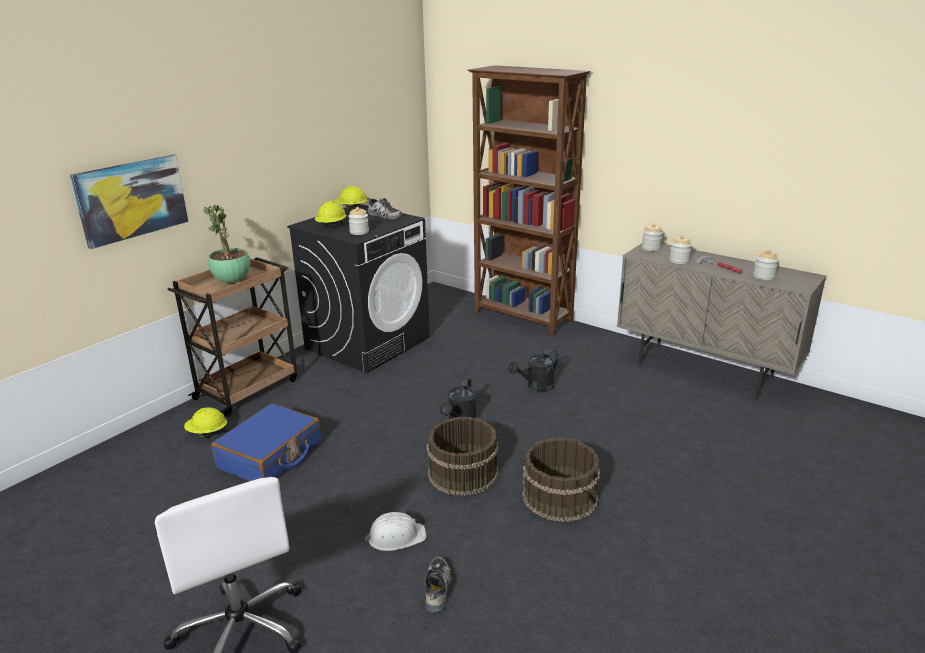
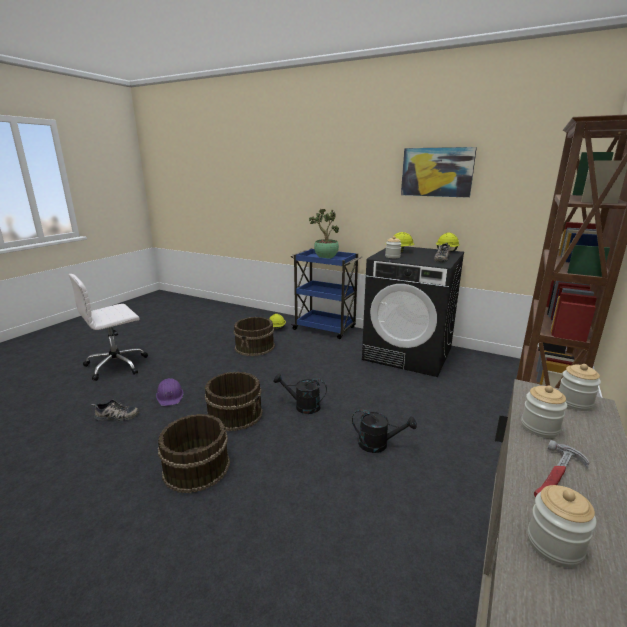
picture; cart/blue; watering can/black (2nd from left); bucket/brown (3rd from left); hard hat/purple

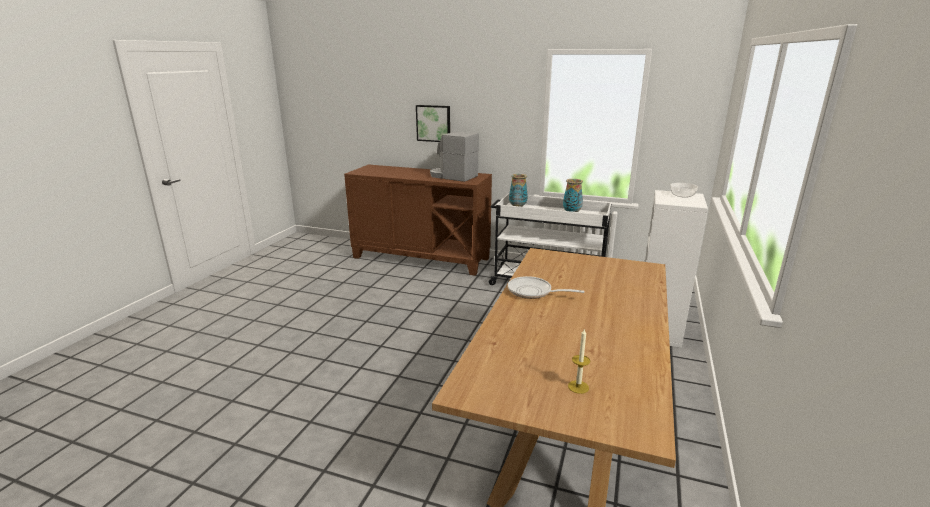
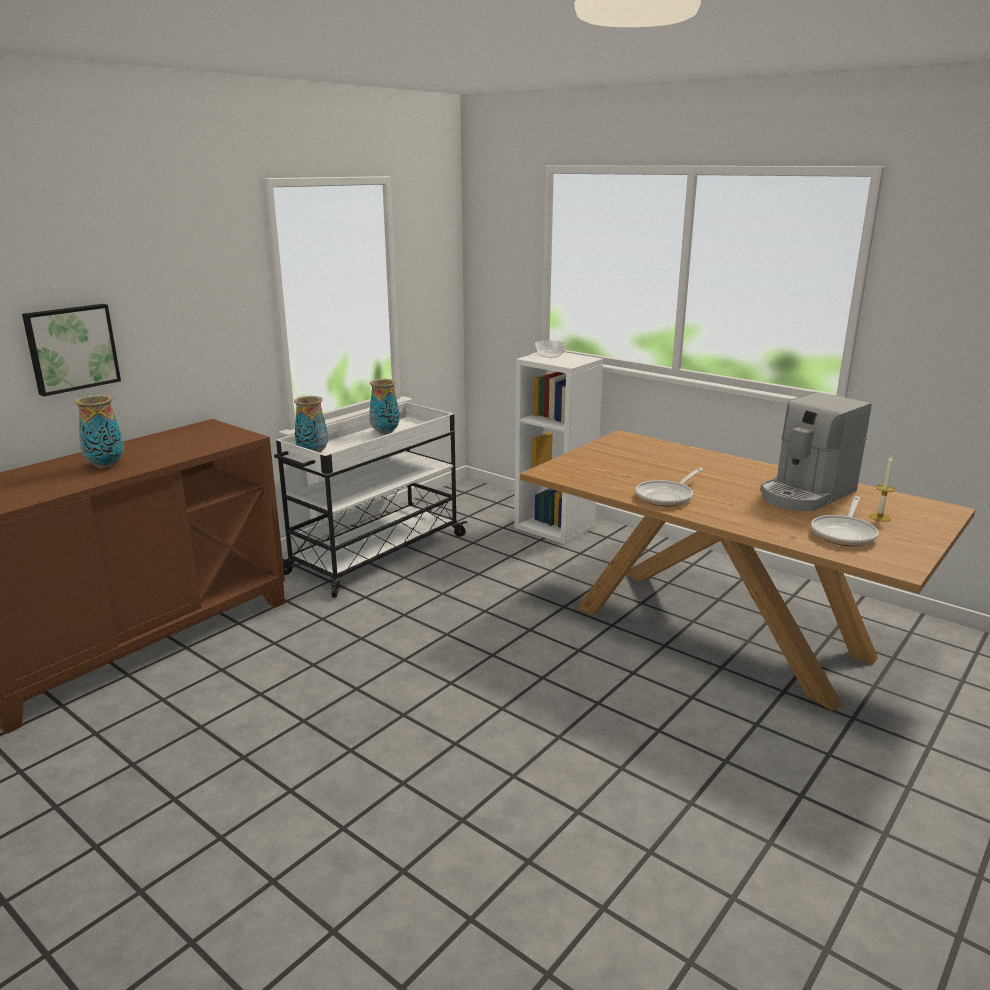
coffee machine; vase (1st from left); frying pan (2nd from left)

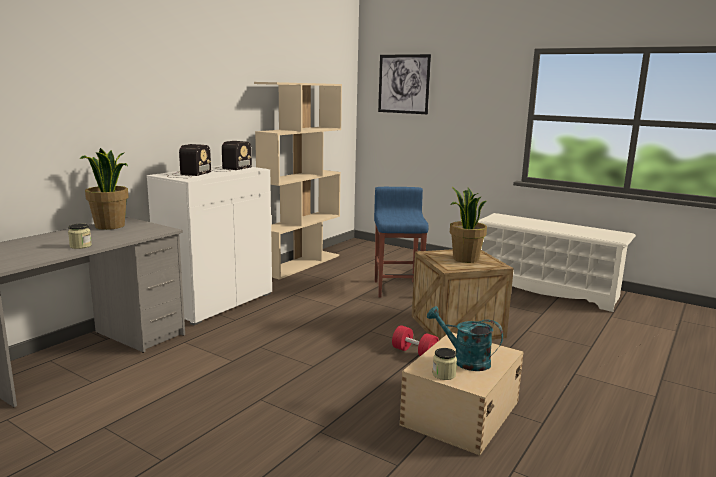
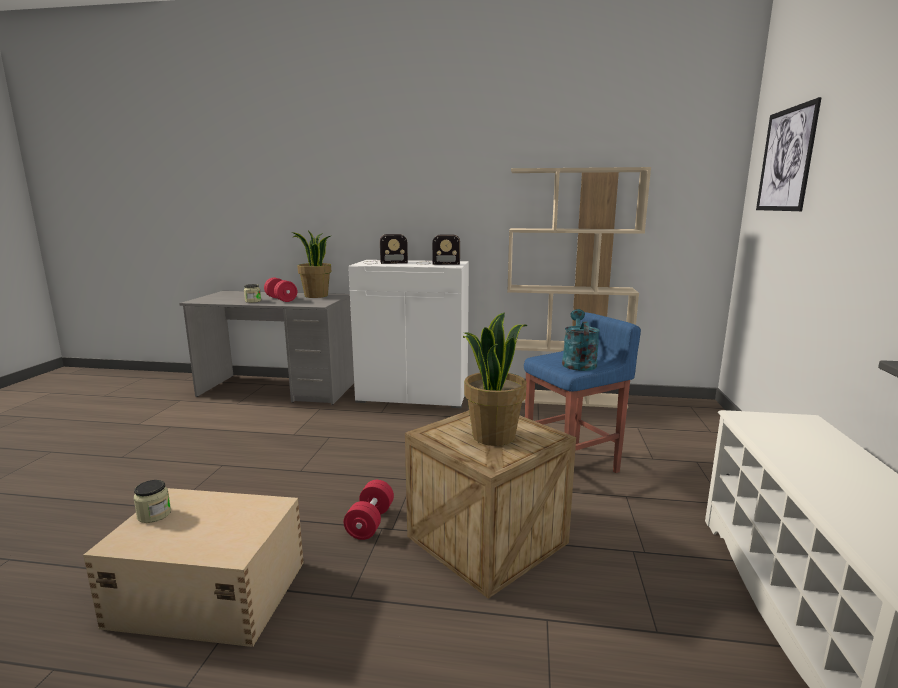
watering can/turquoise; dumbbell/red (1st from left)

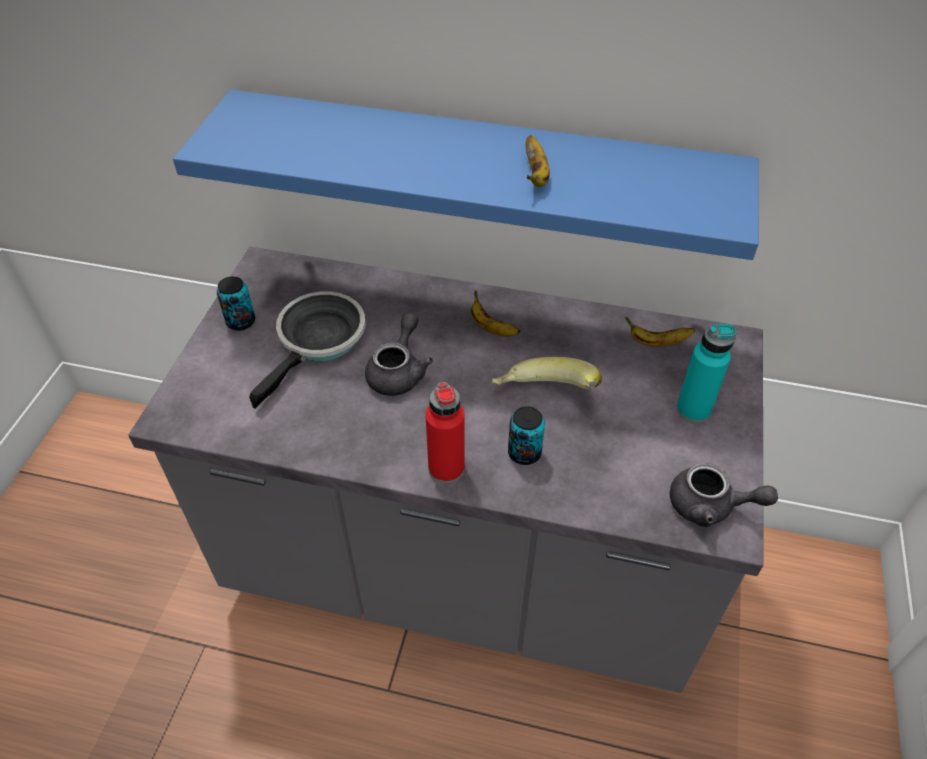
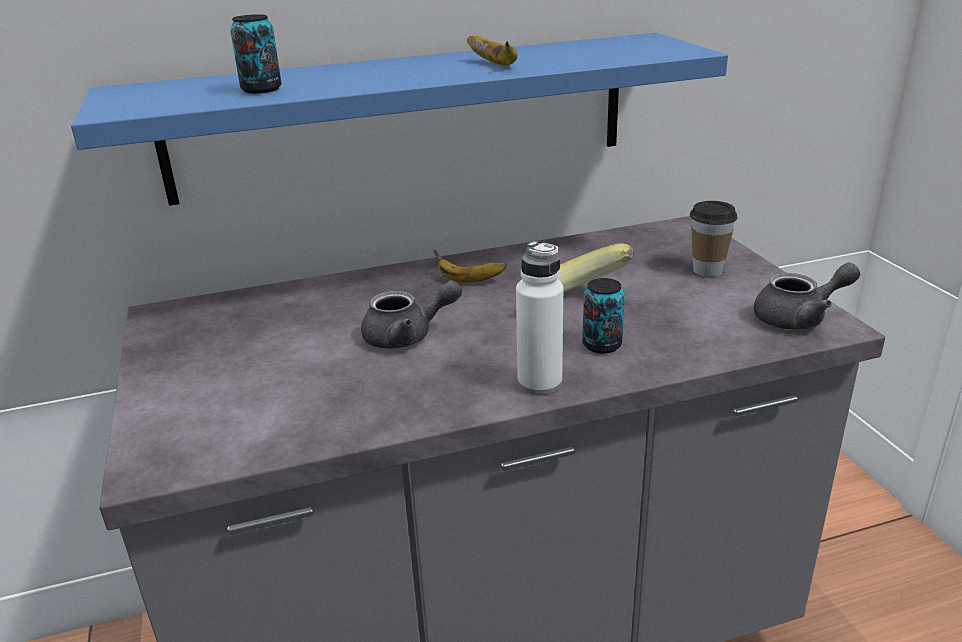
can (1st from left); frying pan; teapot/grey (1st from left); banana (4th from left in the first image); cup; bottle/white

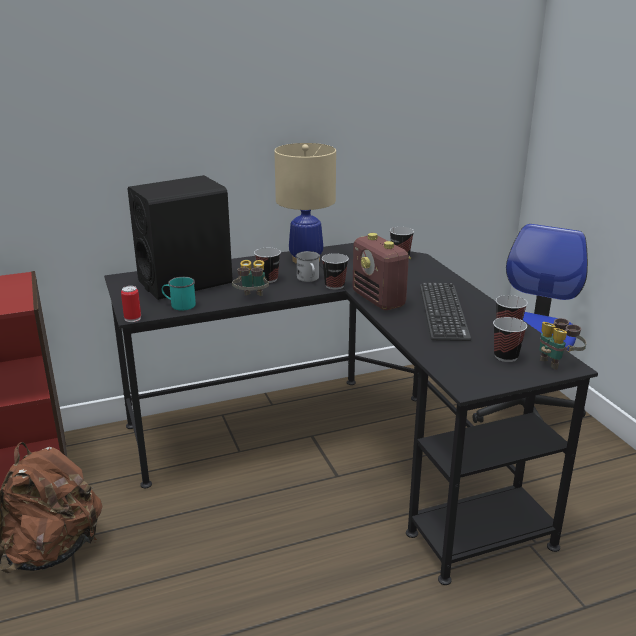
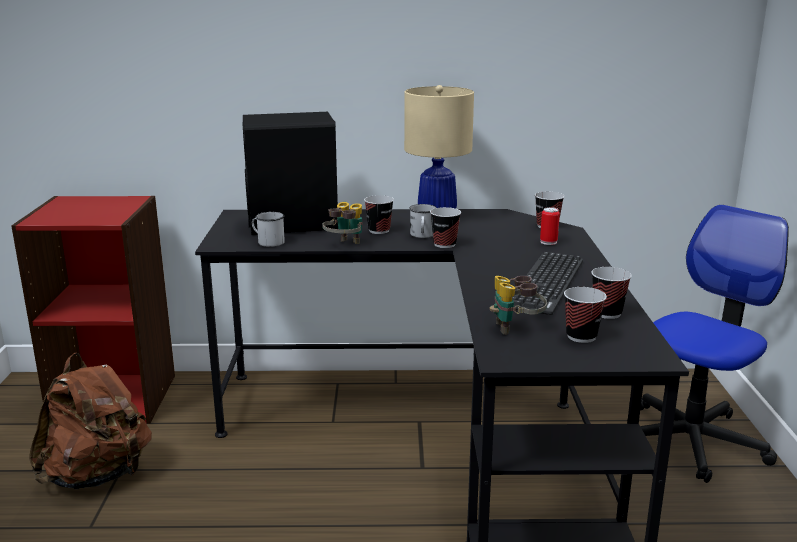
radio; mug/white (1st from left); can; binoculars (2nd from left)

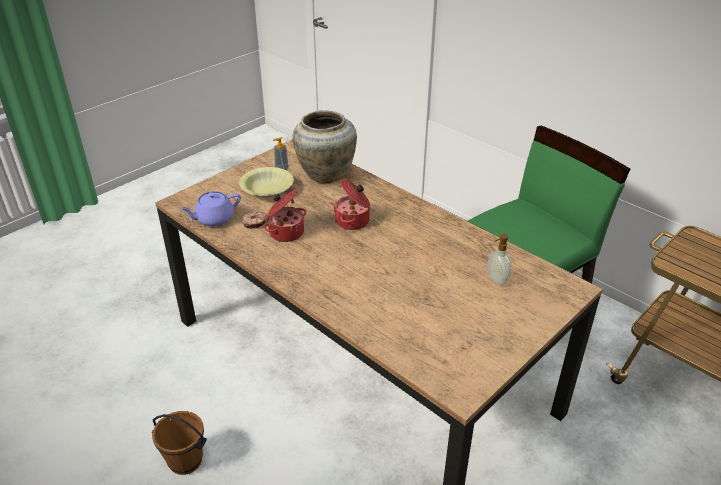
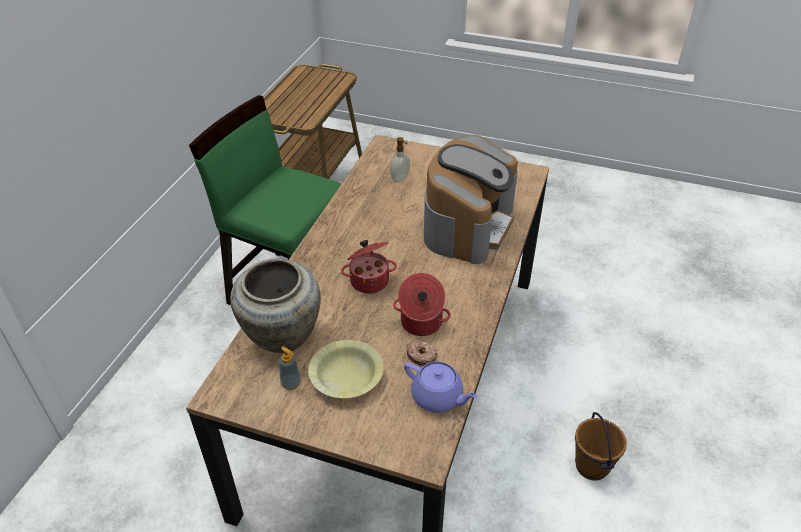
coffee machine

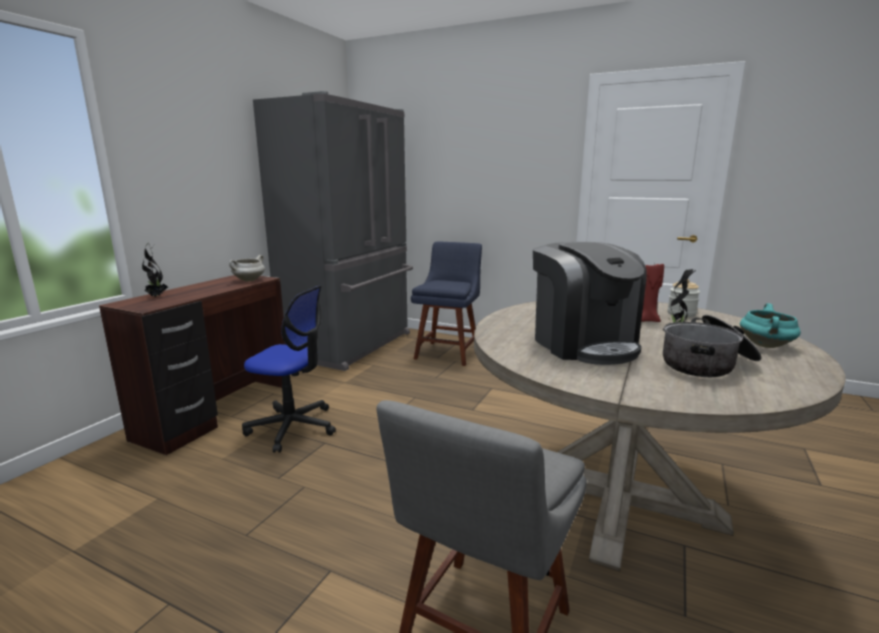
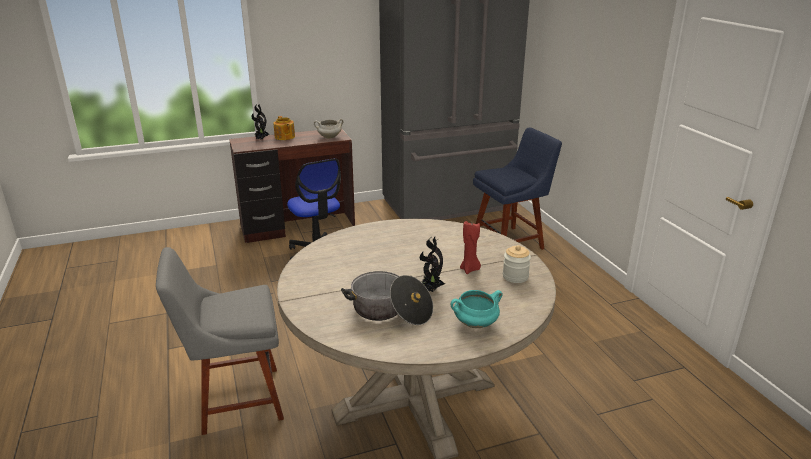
coffee machine; teapot

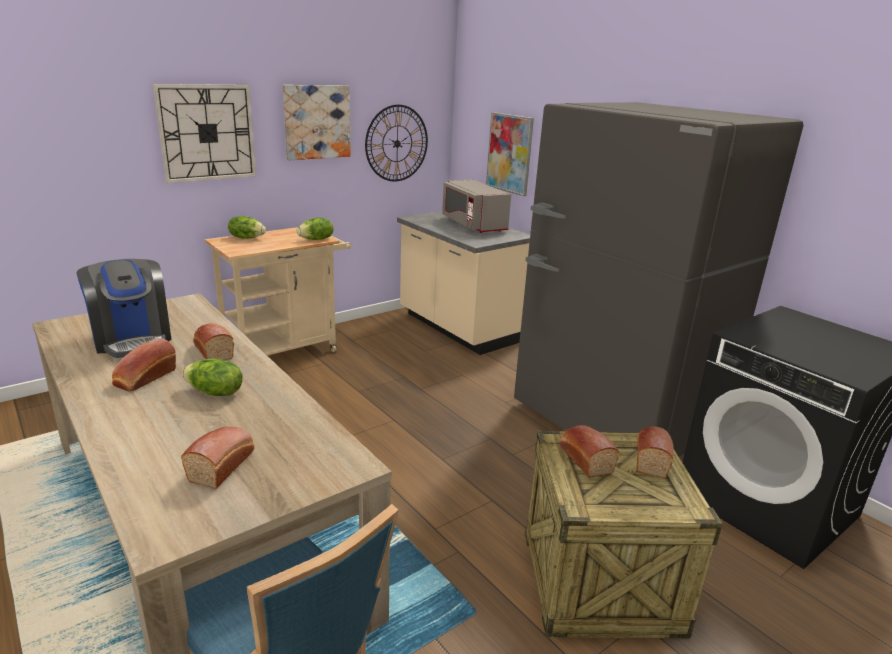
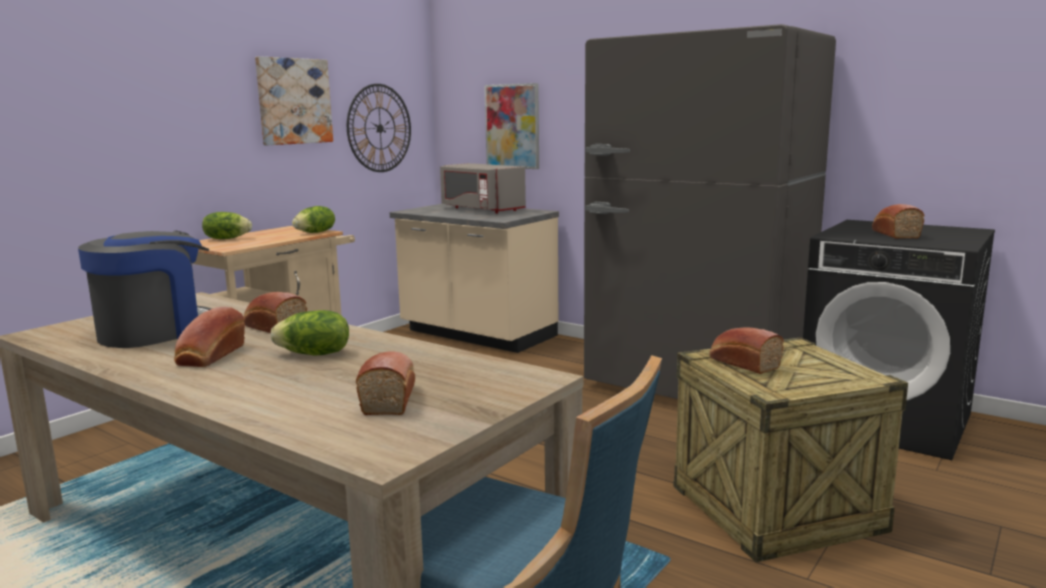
wall clock (1st from left in the first image); coffee machine; bread (5th from left)

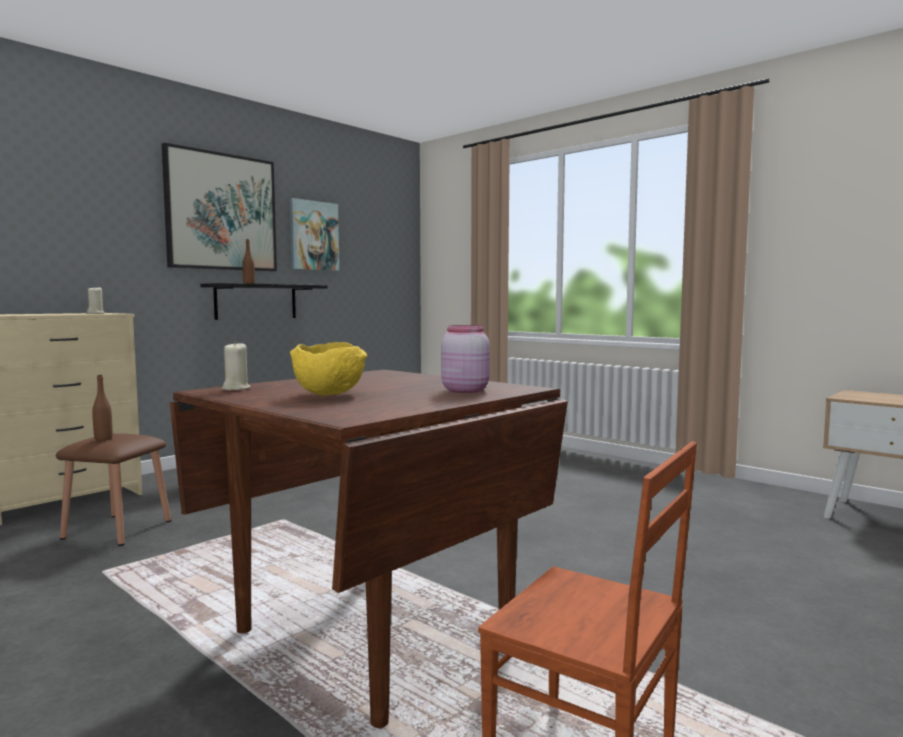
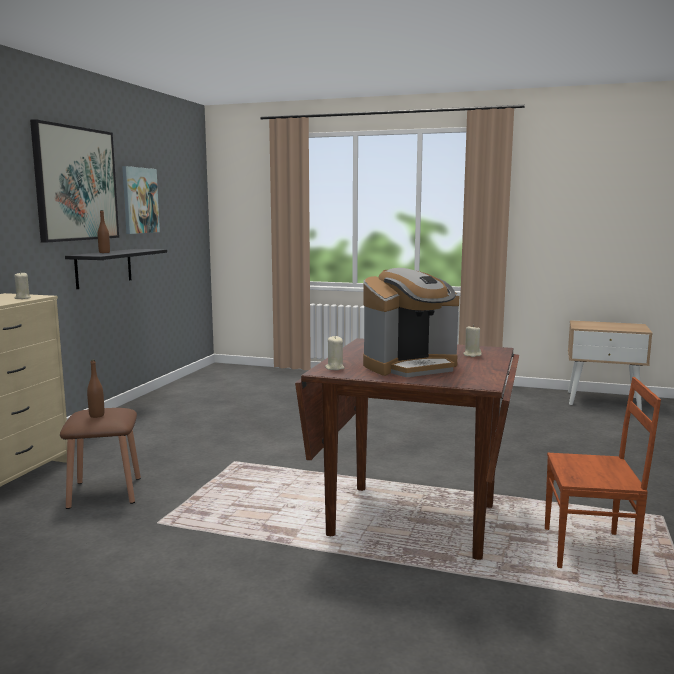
candle/beige (3rd from left); coffee machine

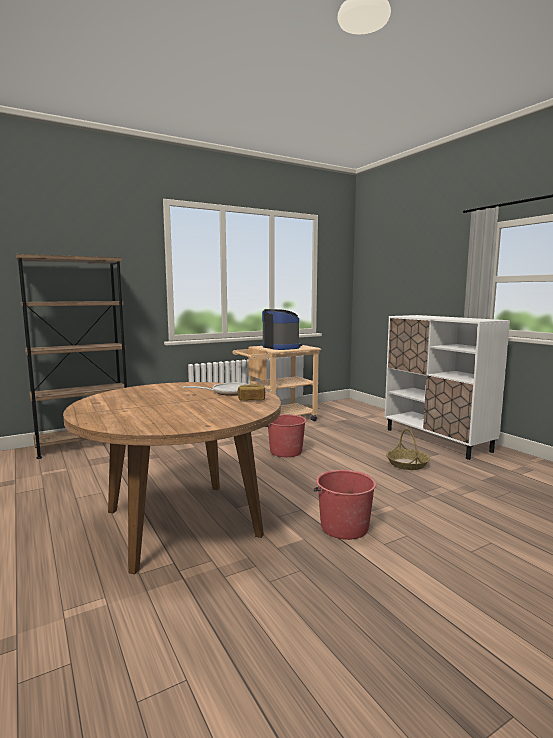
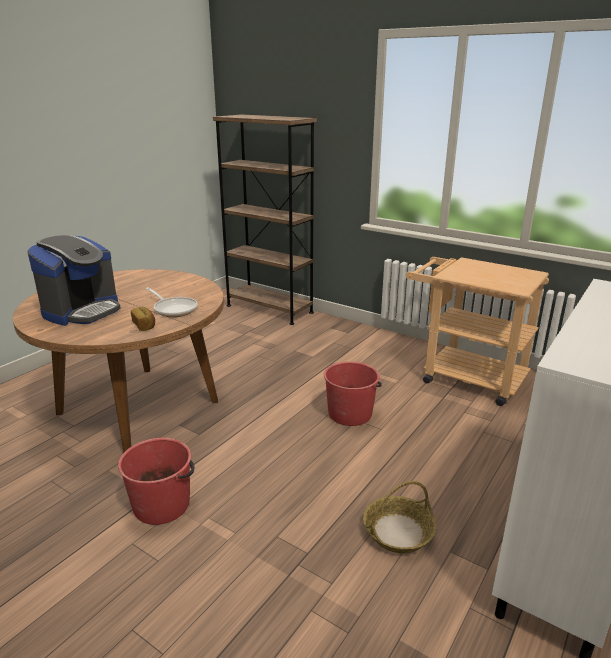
coffee machine

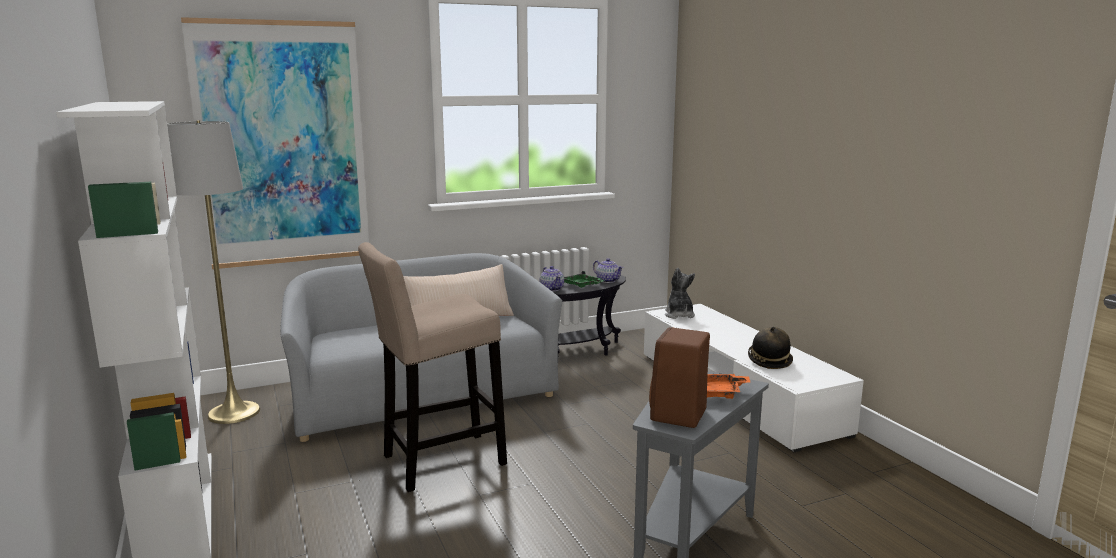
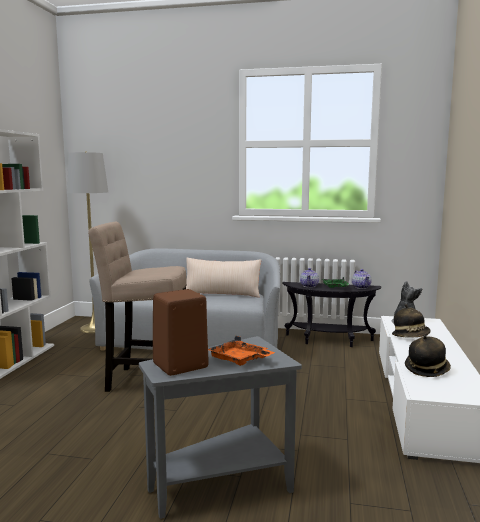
picture; hat (1st from left)

